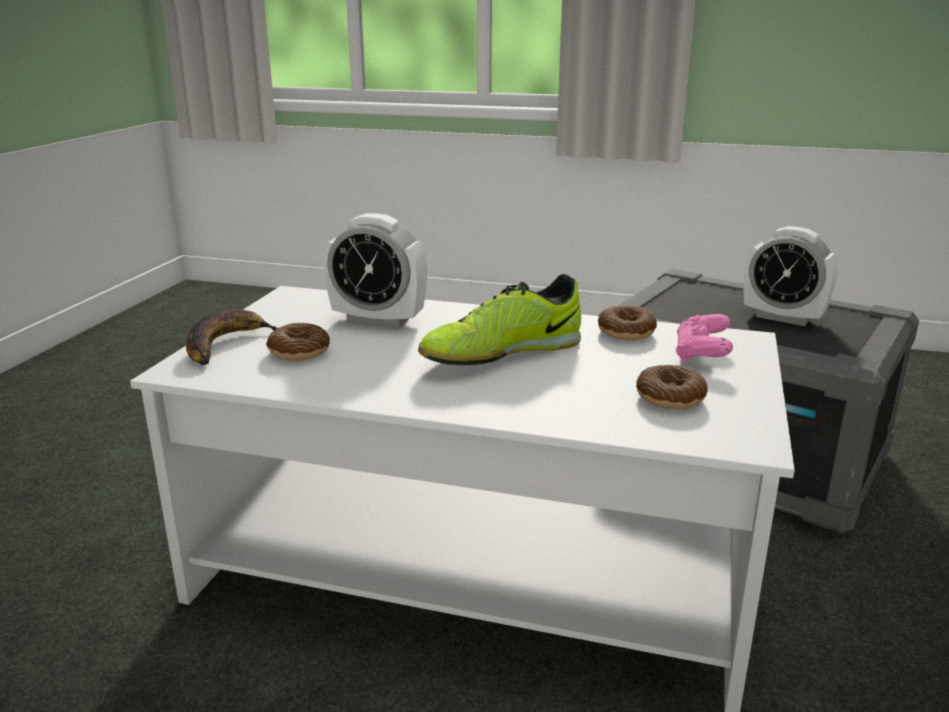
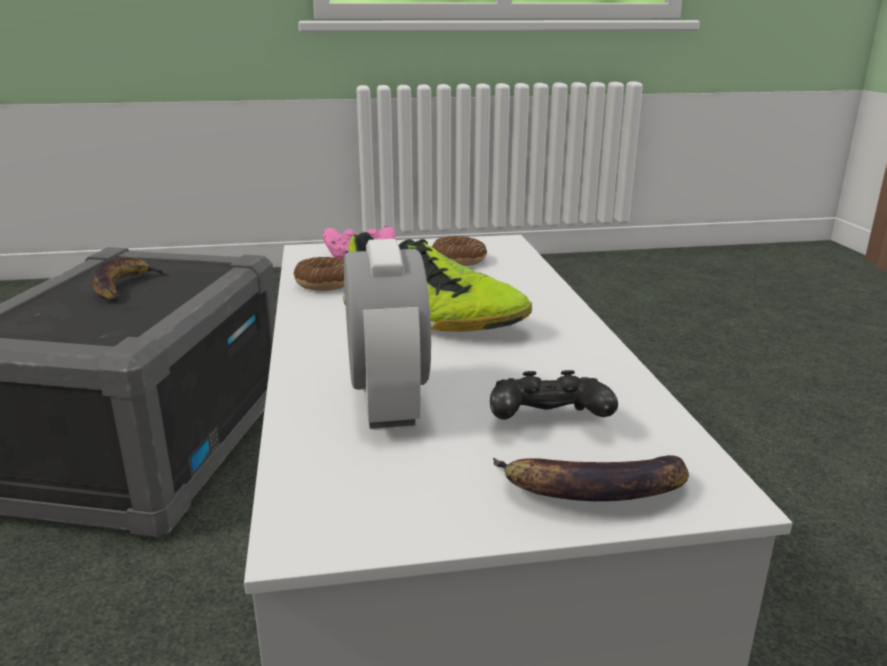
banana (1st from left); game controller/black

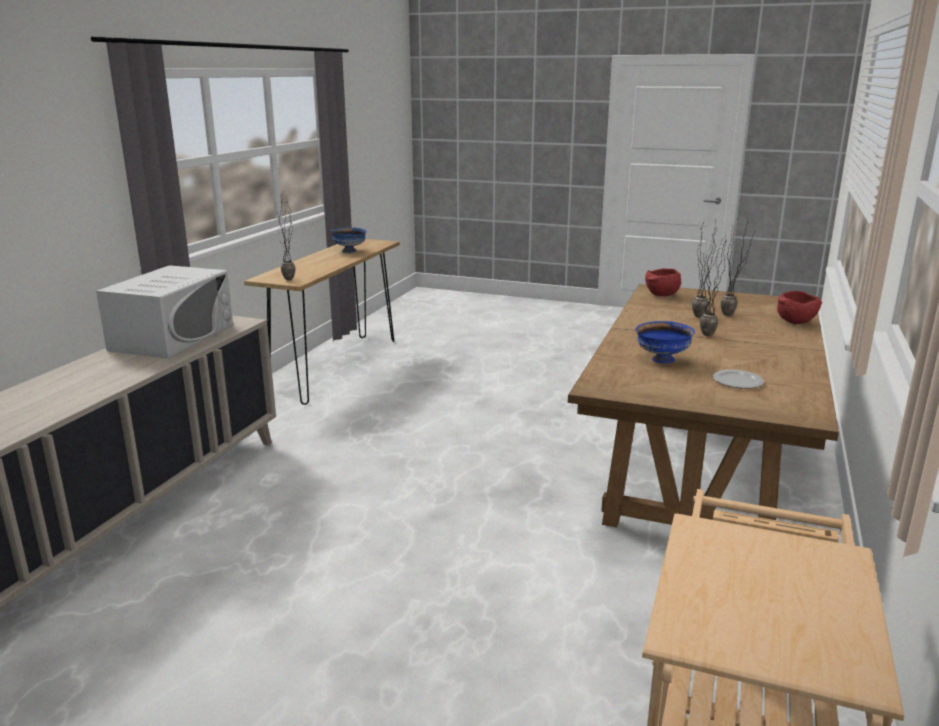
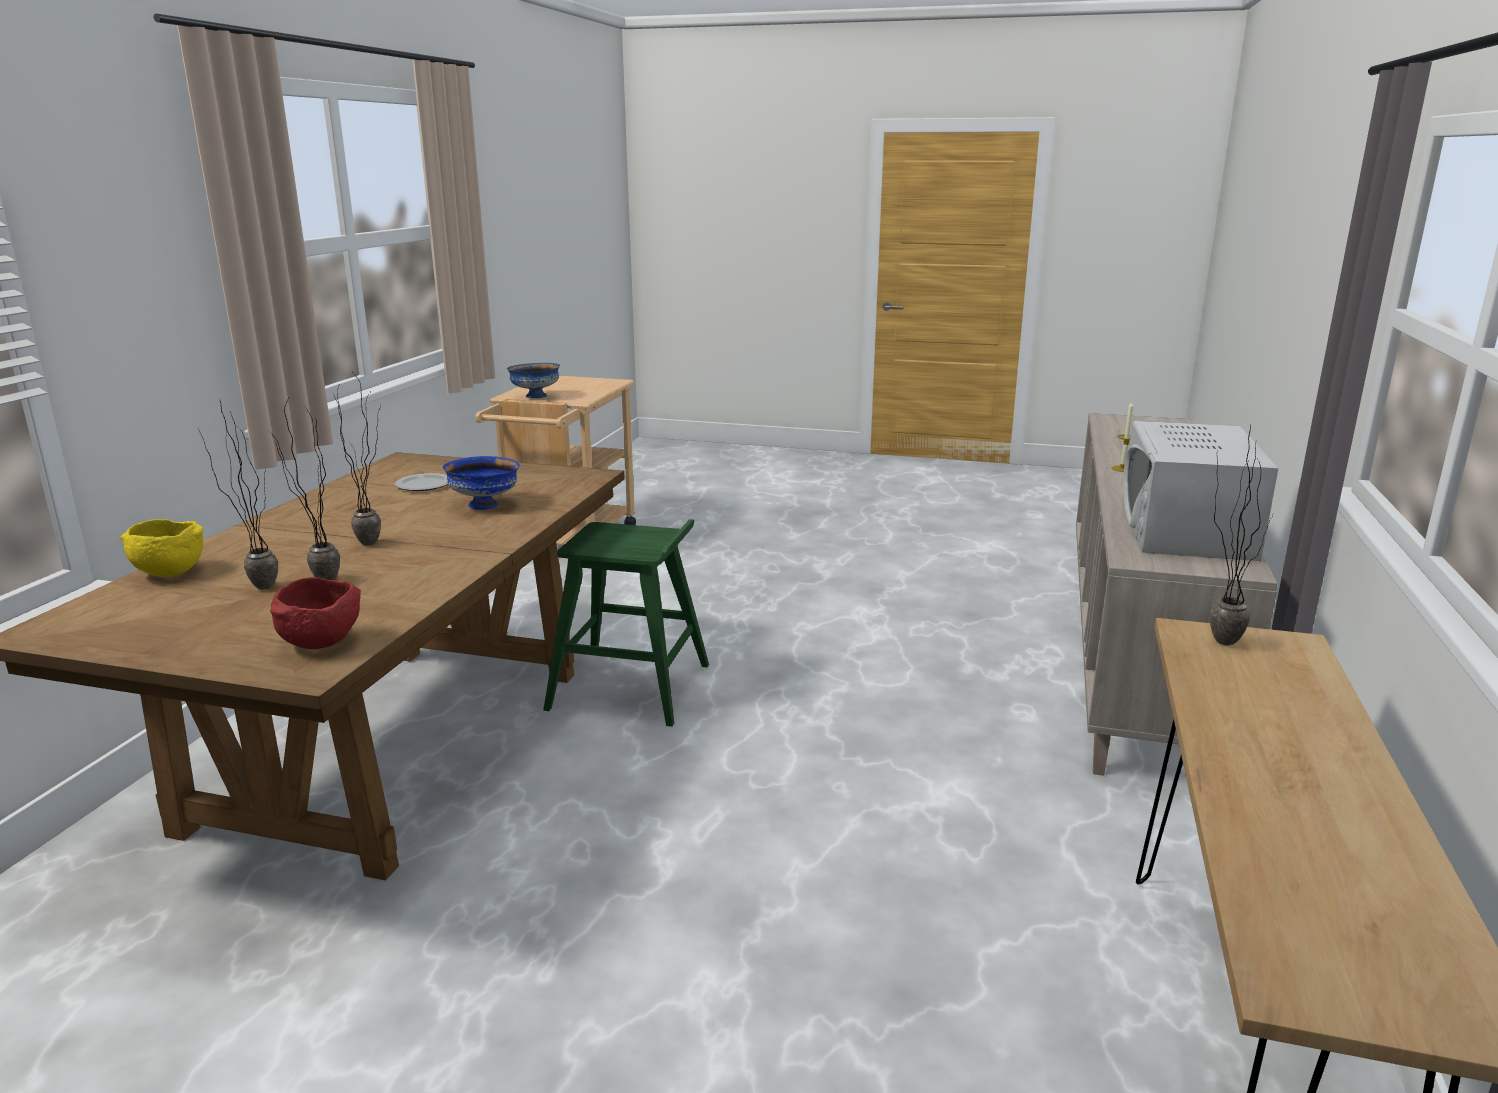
bowl/blue (2nd from left); bowl/yellow; candle; stool/green

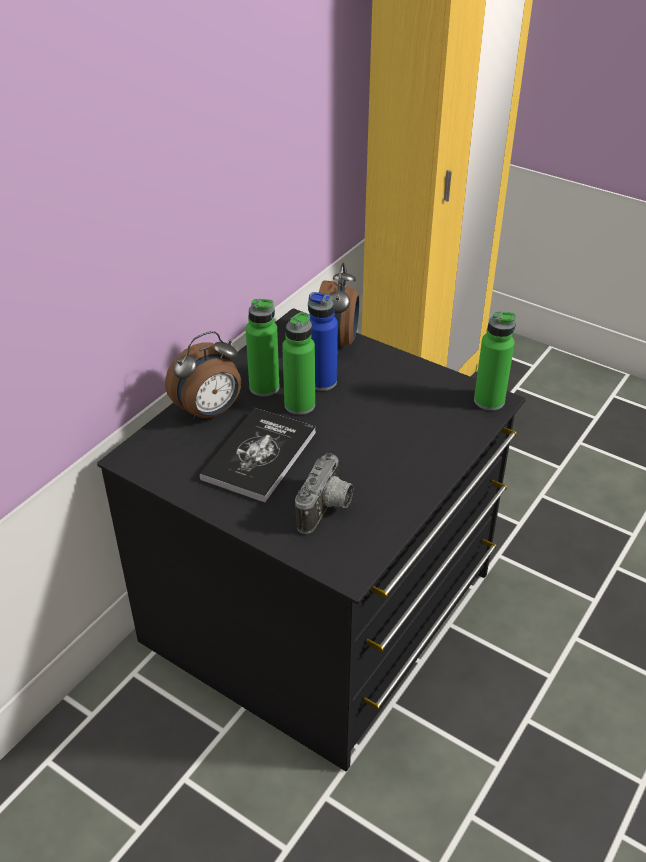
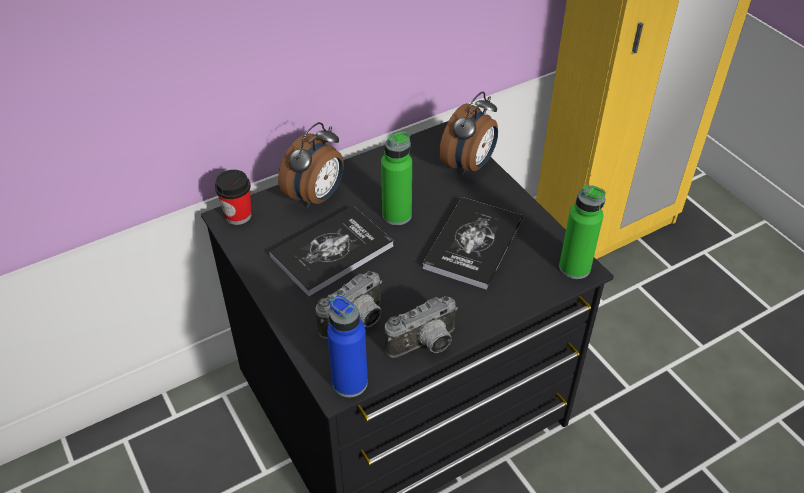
bottle/blue; bottle/green (1st from left in the first image); alarm clock (1st from left); cup; book (2nd from left); photo camera (2nd from left)

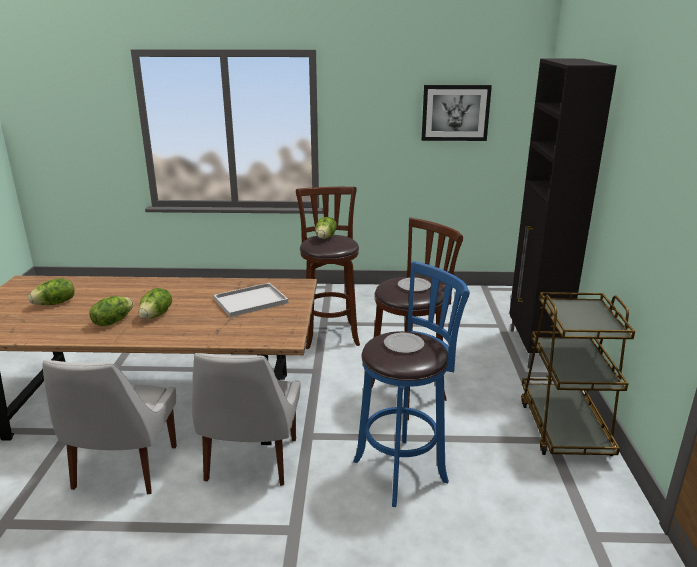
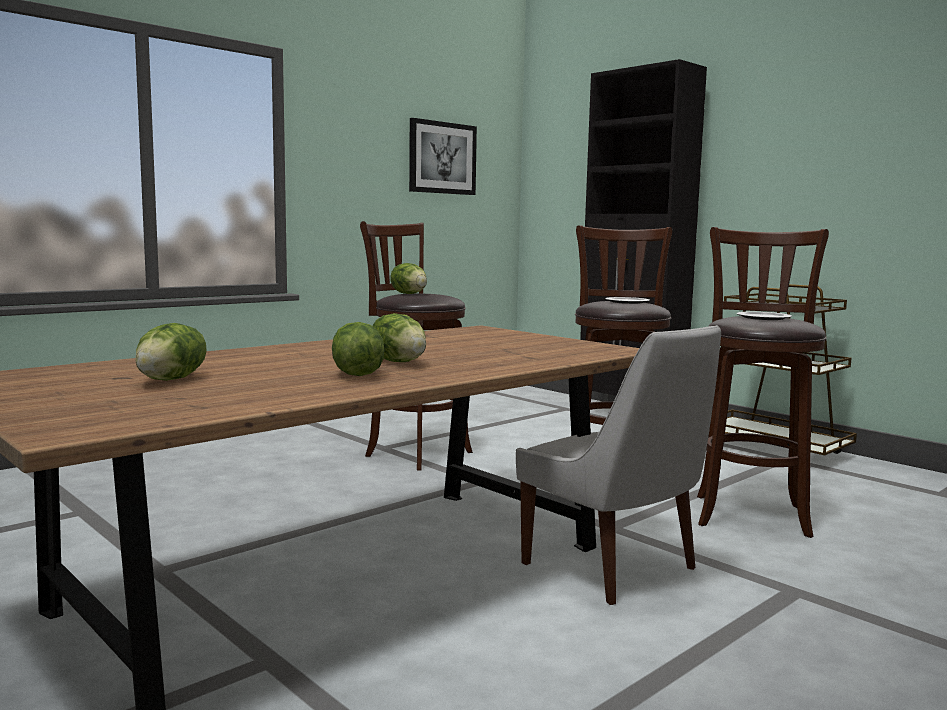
stool/brown (3rd from left); tray/white; chair/white (1st from left in the first image)

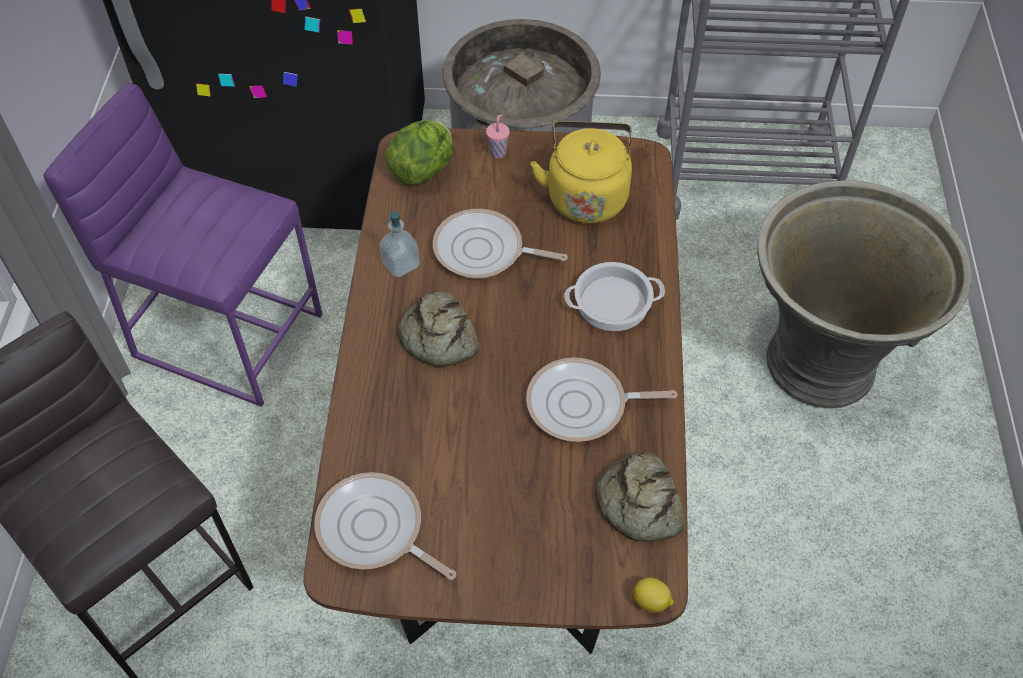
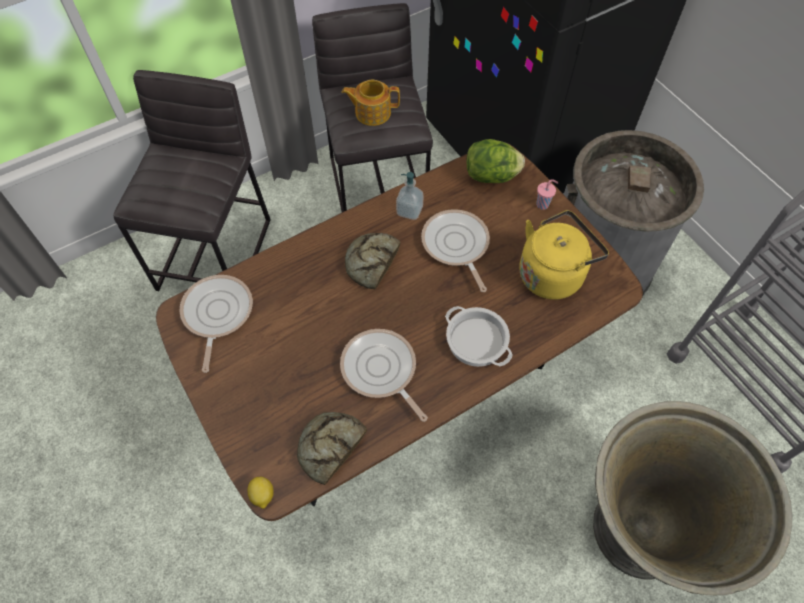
stool/grey (2nd from left); teapot

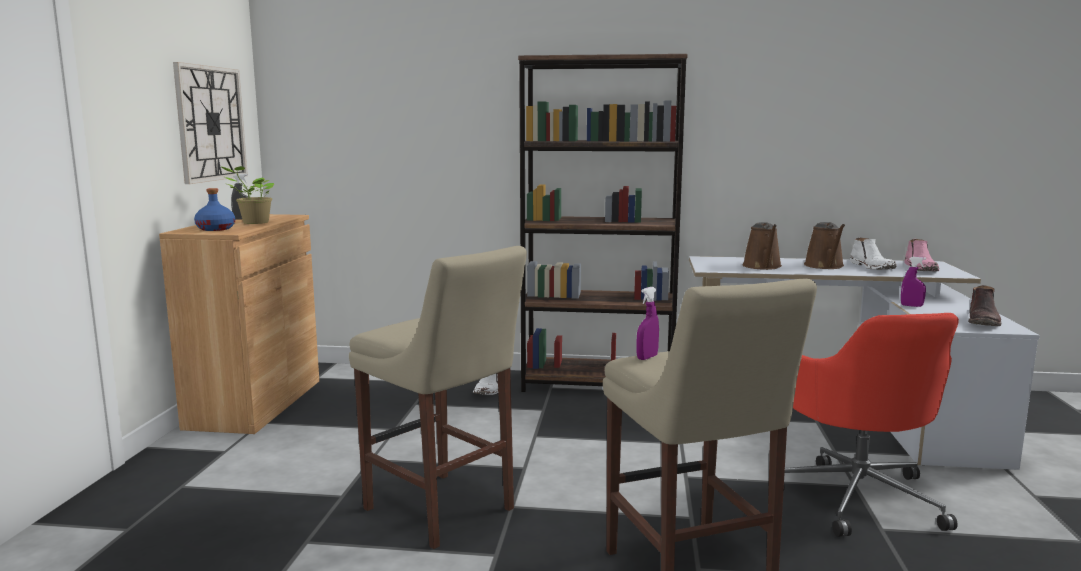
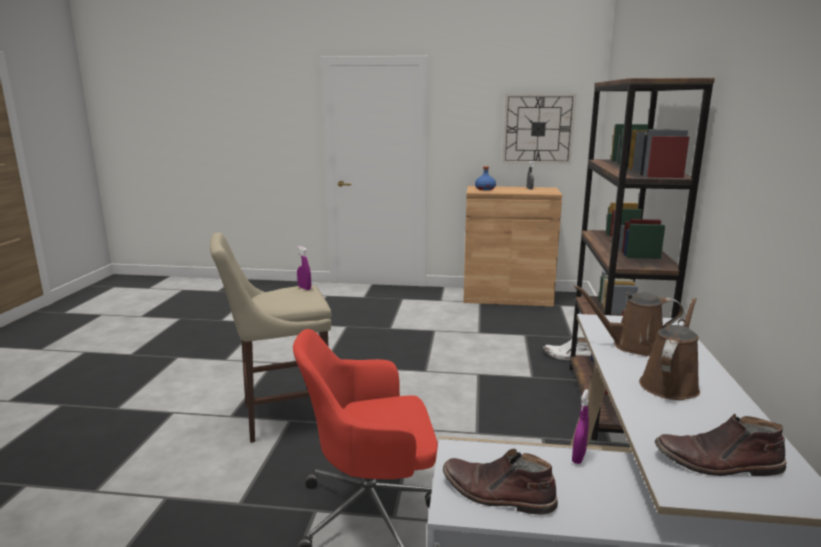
potted plant; watering can/brown (2nd from left); boot/white (2nd from left in the first image); boot/brown (2nd from left); stool/beige (1st from left in the first image)

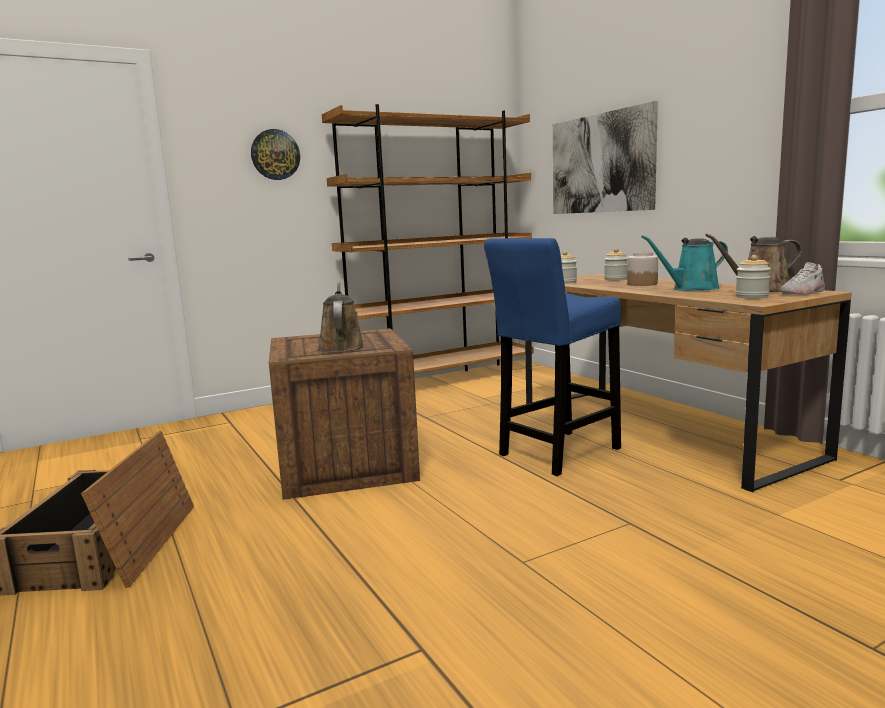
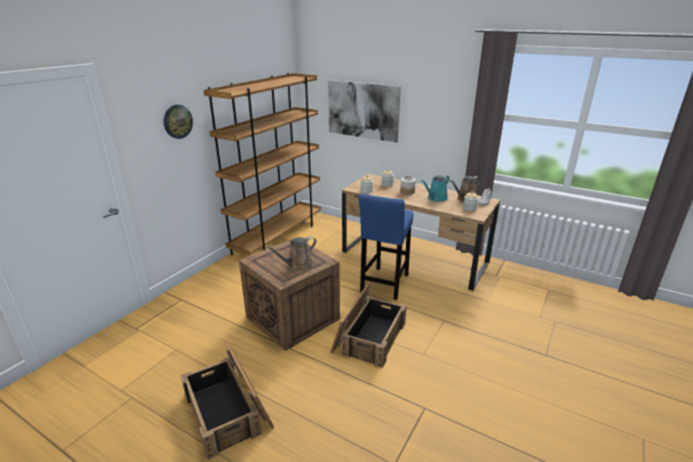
watering can/brown (1st from left); crate (3rd from left)

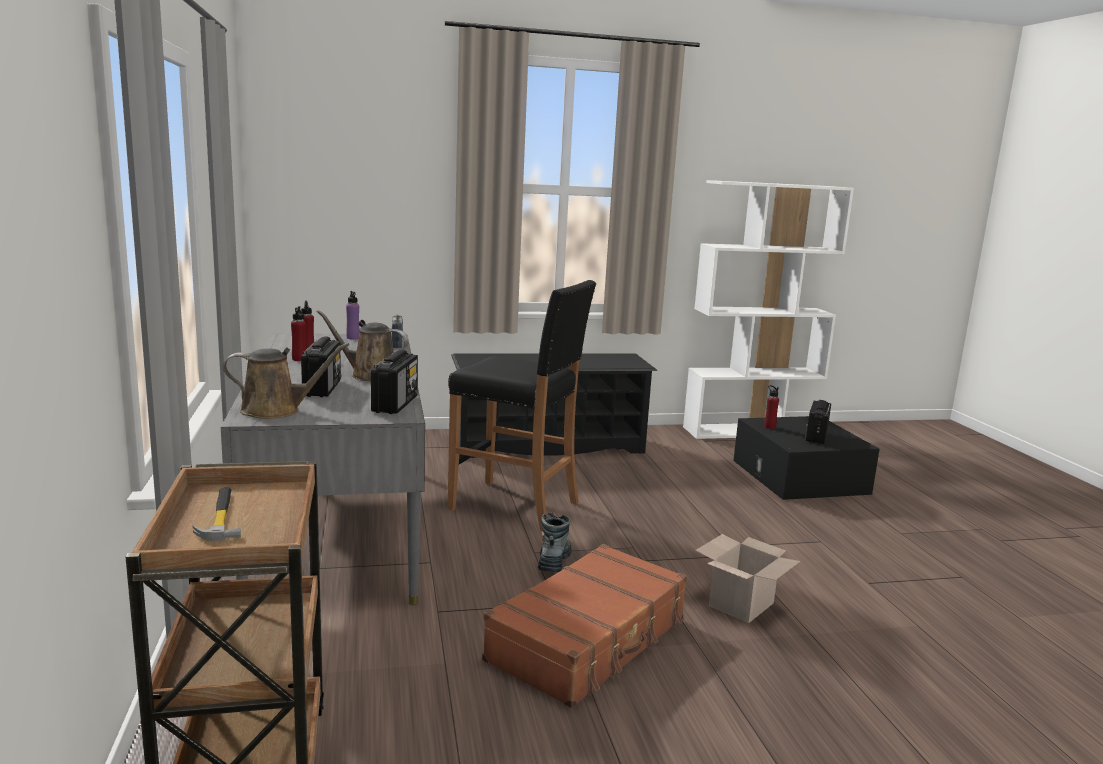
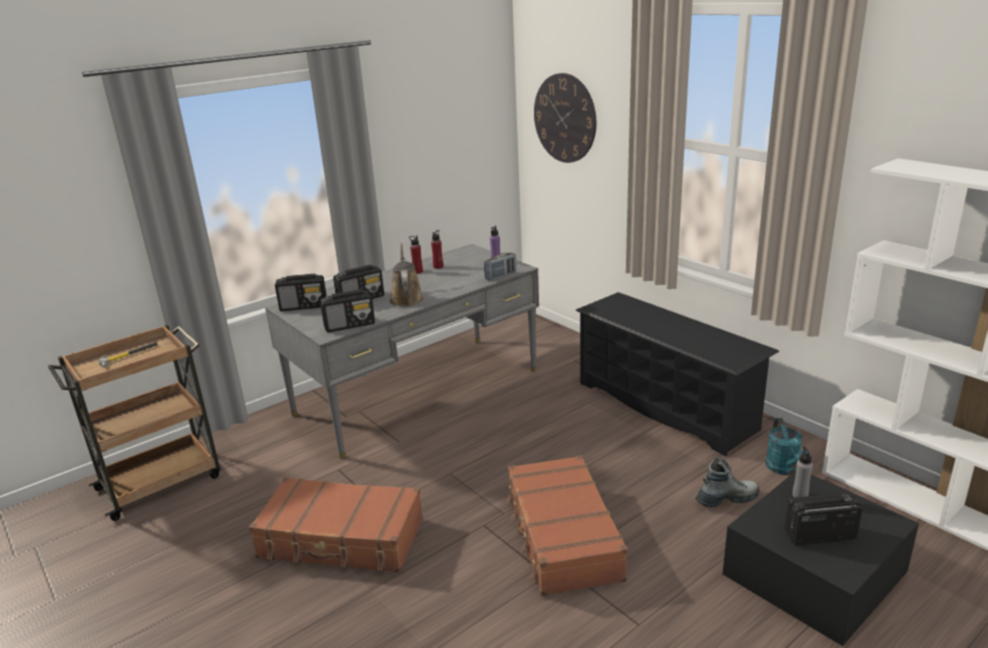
stool/black; radio (1st from left); bottle/grey; boot; cardboard box; wall clock; watering can/turquoise; suitcase/brown (2nd from left)

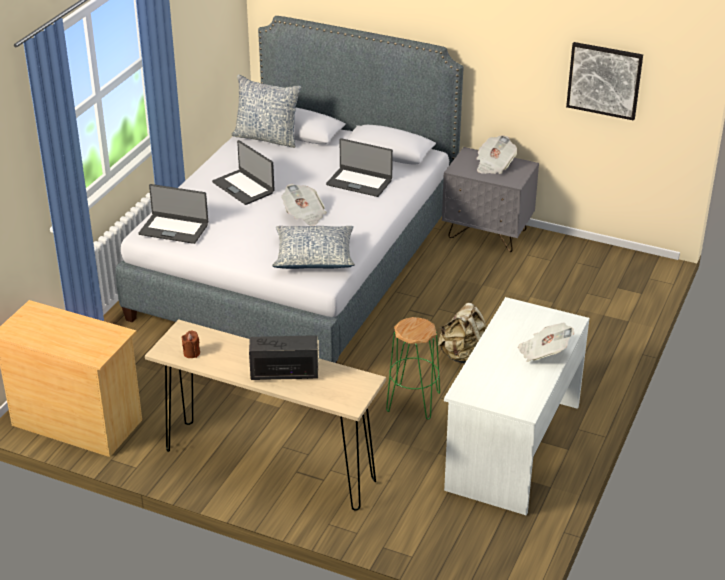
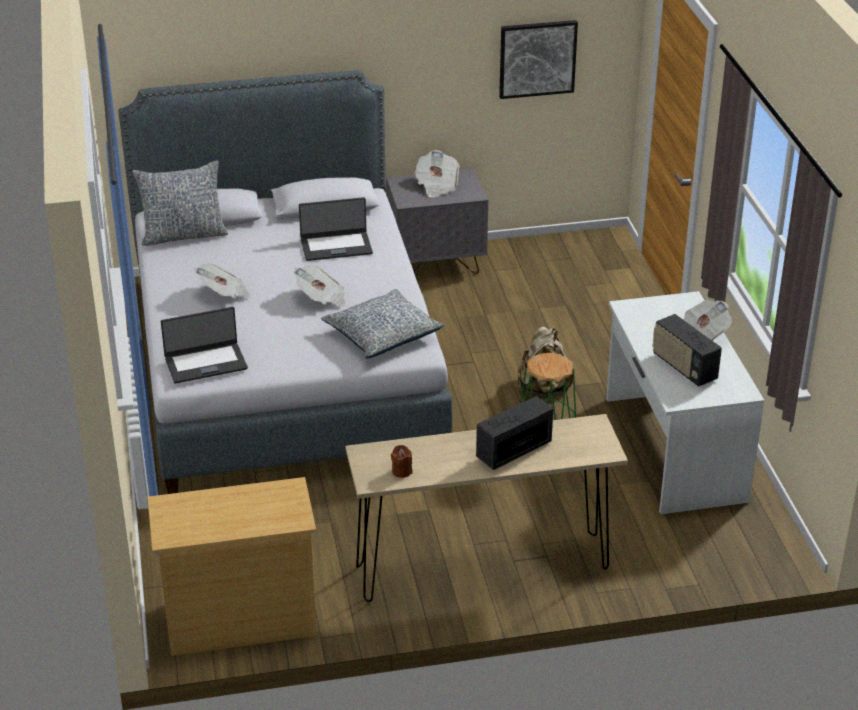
newspaper (1st from left); radio (2nd from left)

